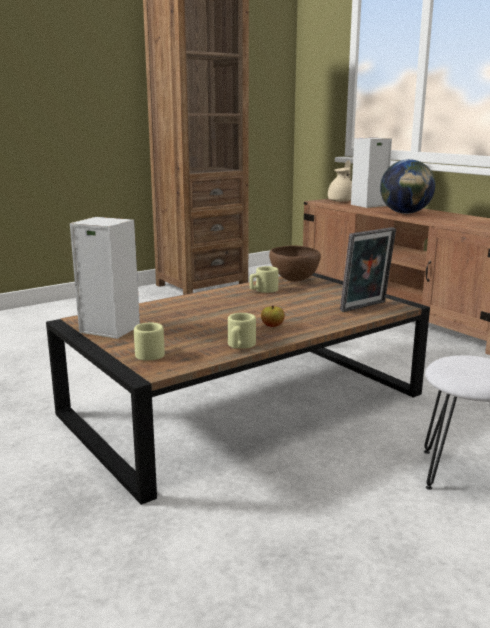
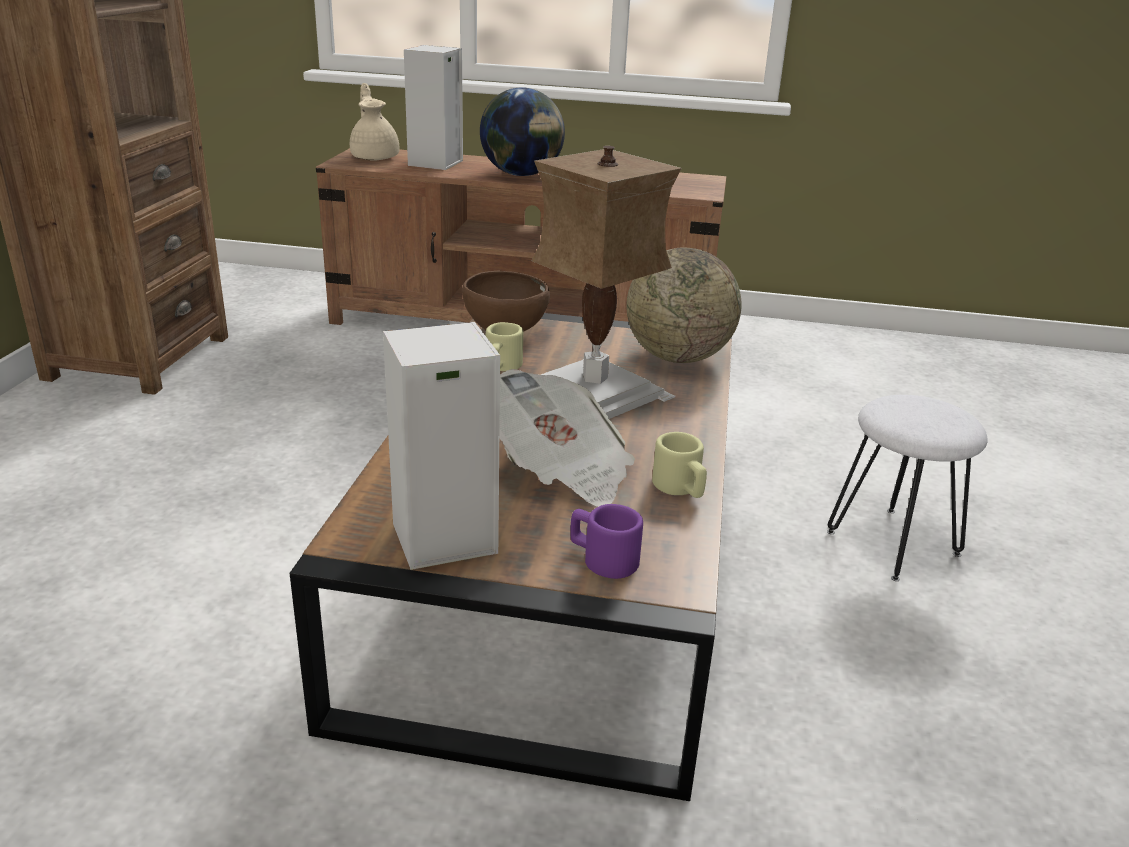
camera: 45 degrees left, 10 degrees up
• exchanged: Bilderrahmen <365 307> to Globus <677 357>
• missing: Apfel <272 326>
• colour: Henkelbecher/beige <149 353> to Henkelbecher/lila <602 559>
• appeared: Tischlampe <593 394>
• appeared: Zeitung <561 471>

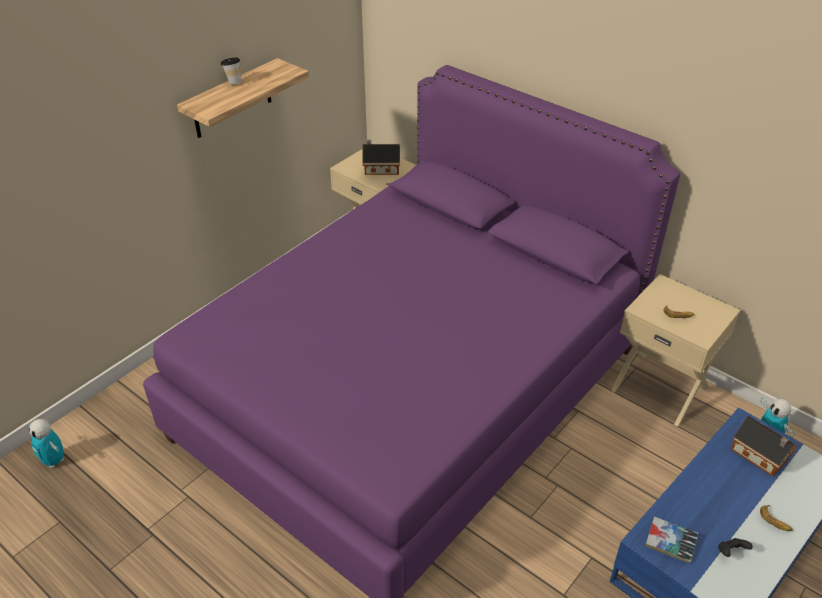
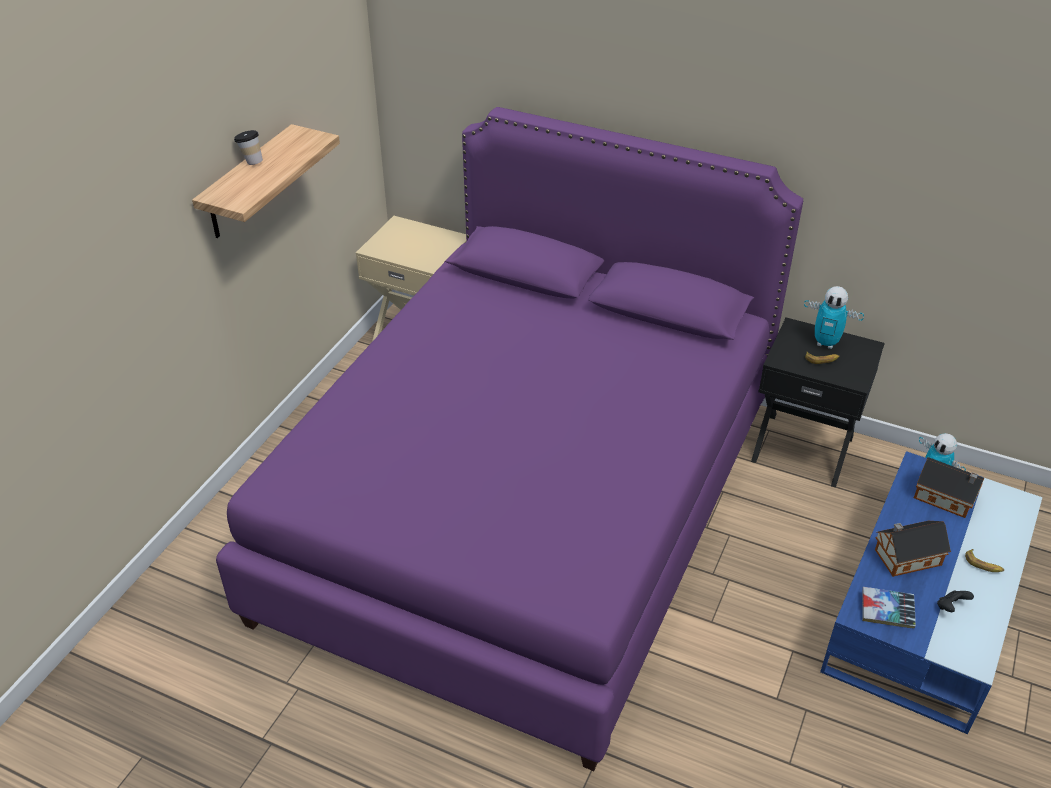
camera: 15 degrees left, 0 degrees up
• relocated: Spielzeughaus <380 168> to <905 557>
• colour: Nachttisch/beige <660 388> to Nachttisch/schwarz <803 447>
• relocated: Spielzeugroboter <54 461> to <826 343>

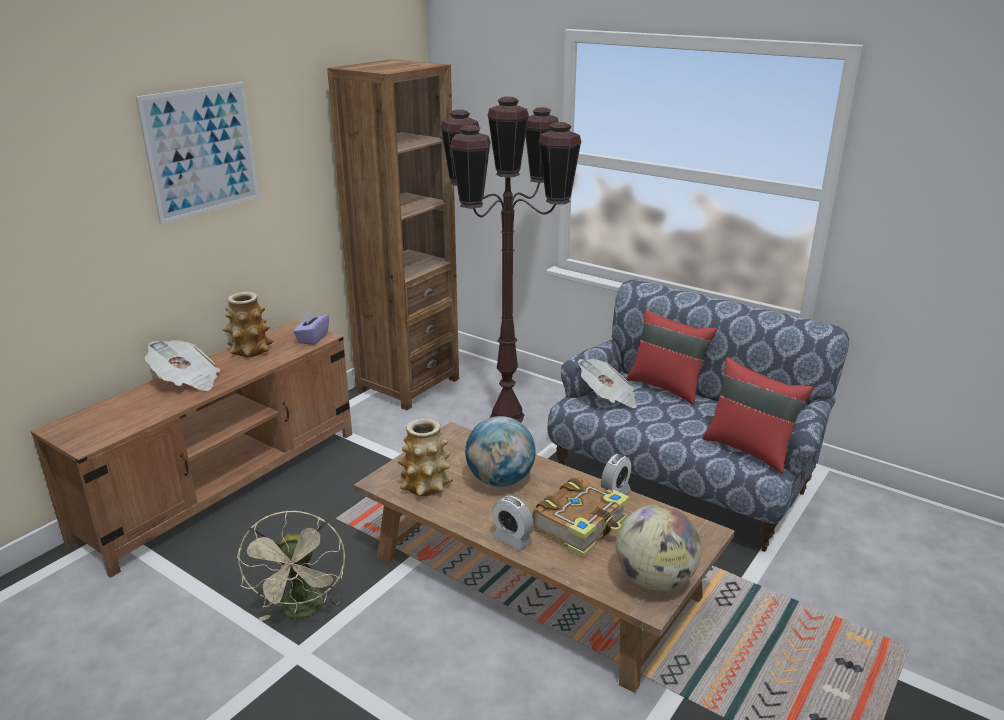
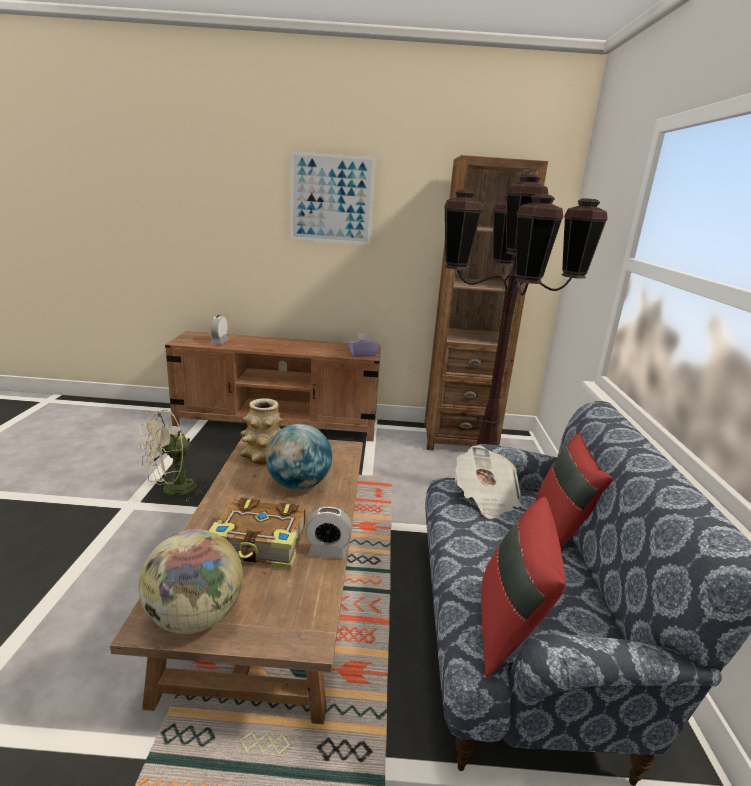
camera: 55 degrees right, 5 degrees down
• missing: Vase <250 350>
• missing: Zeitung <187 381>
• relocated: Wecker <512 539> to <219 342>

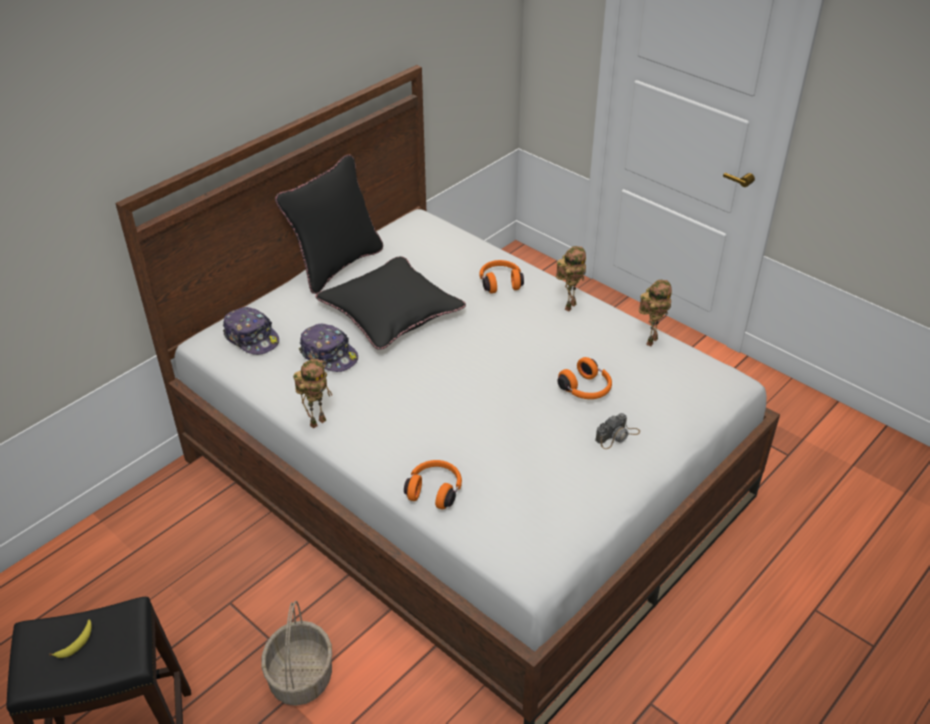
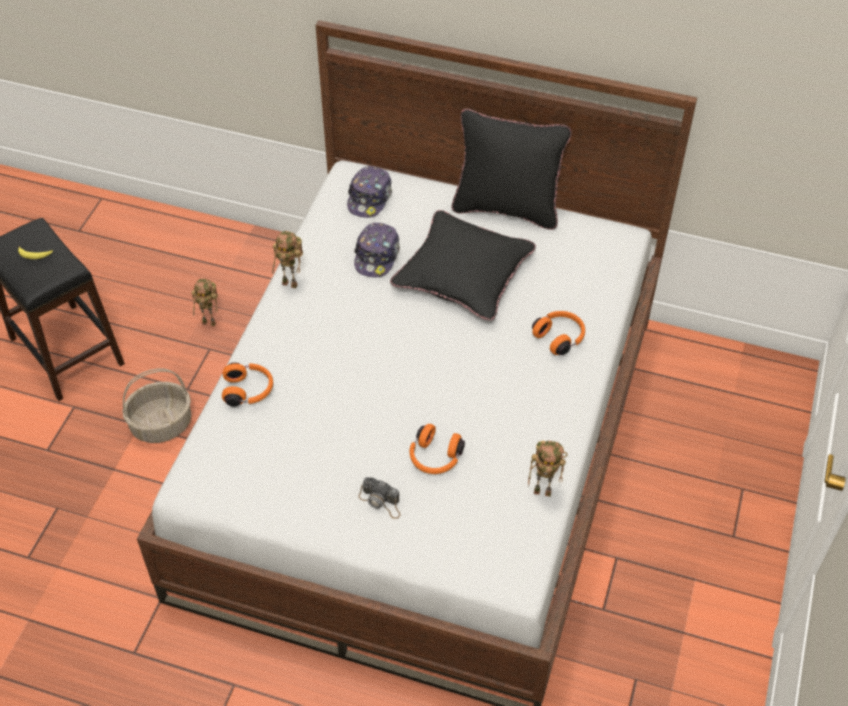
camera: 65 degrees right, 10 degrees up
• relocated: Spielzeugroboter <569 305> to <210 322>

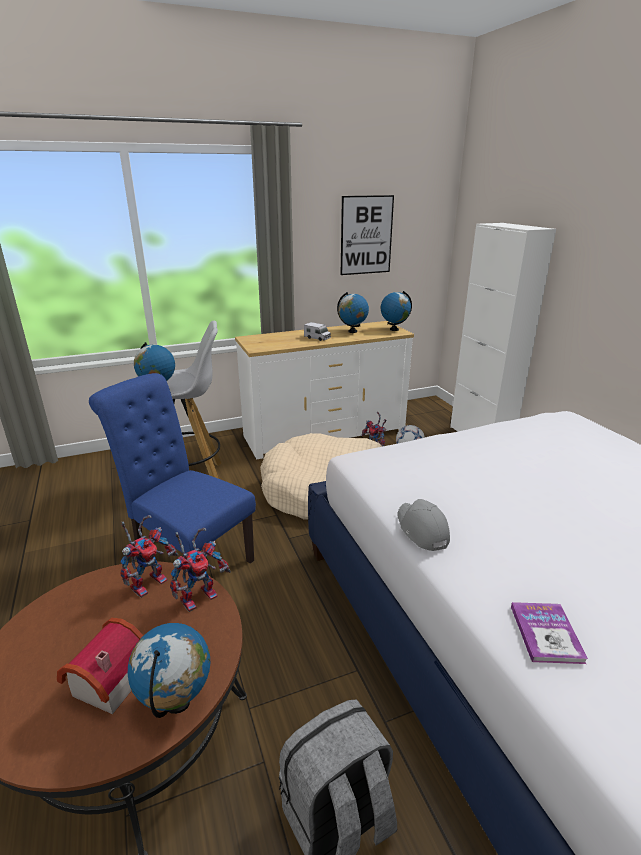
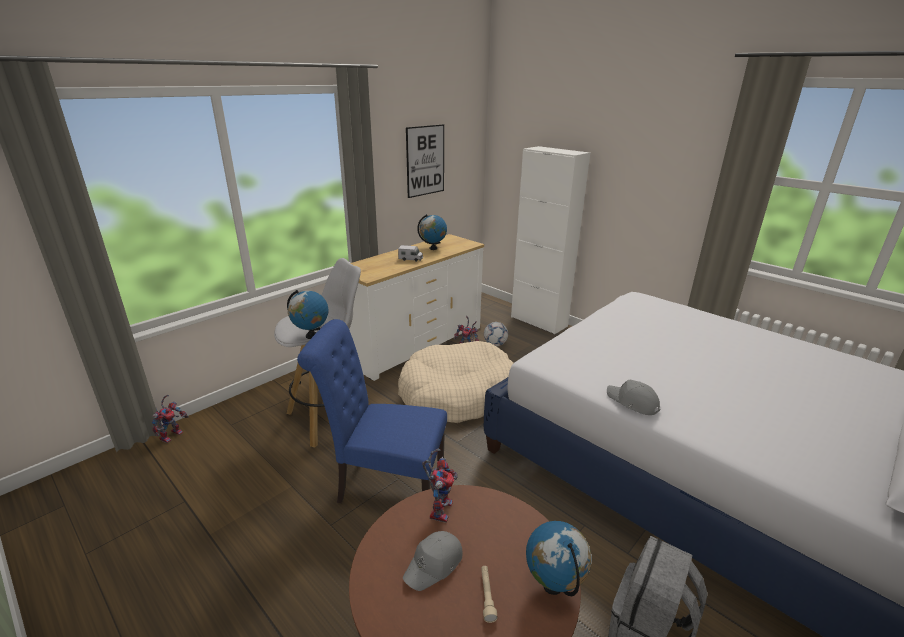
camera: 25 degrees left, 0 degrees up
• missing: Globus <394 329>
• relocated: Spielzeugroboter <200 595> to <172 434>
• missing: Buch <546 633>
• exchanged: Spielzeughaus <105 683> to Taschenlampe/beige <487 596>
• appeared: Kappe/grau <434 564>

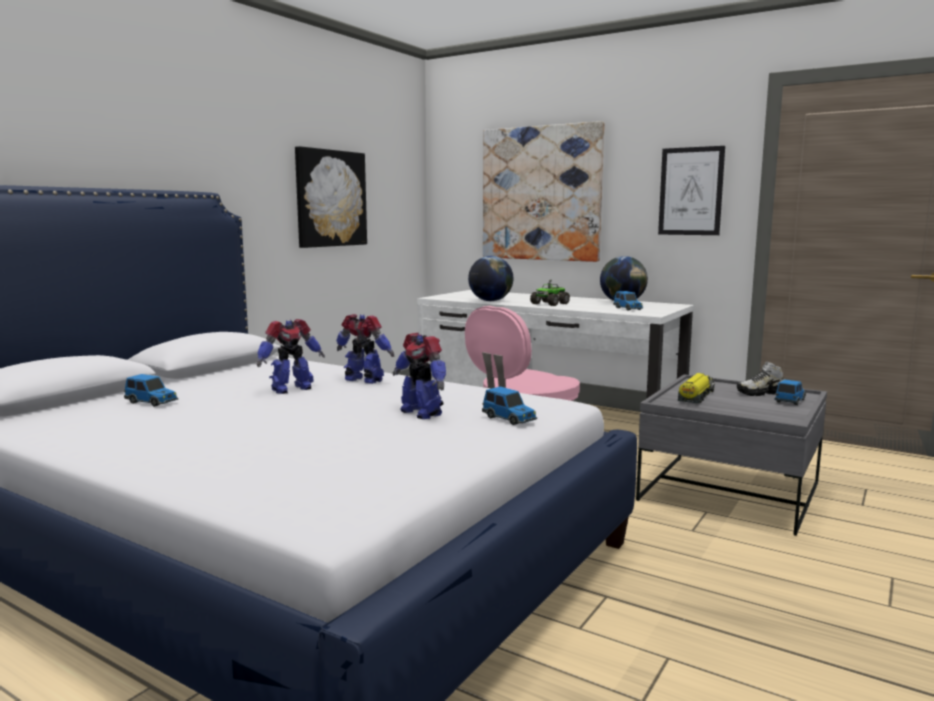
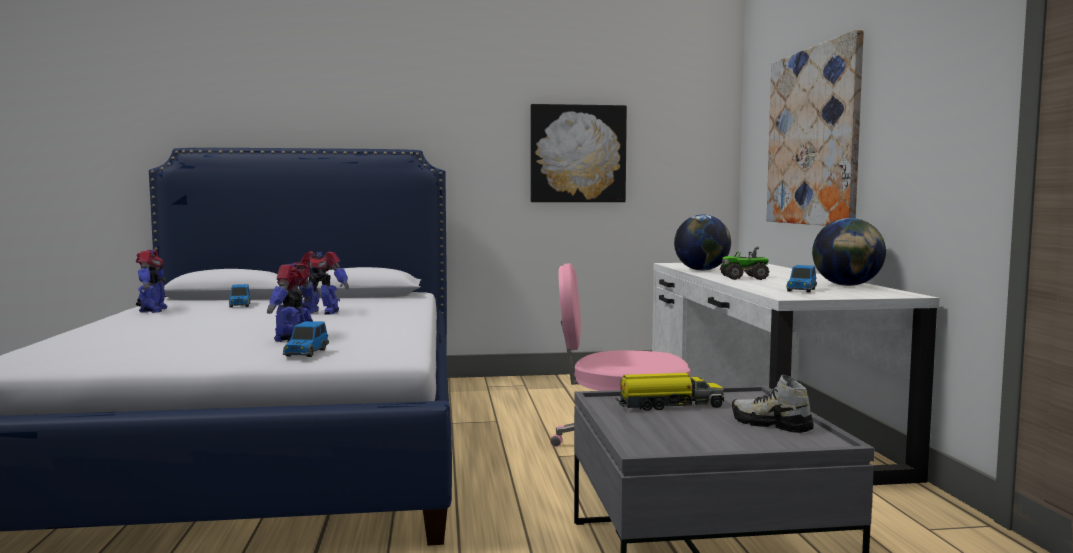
camera: 50 degrees right, 5 degrees down
• missing: Bild <690 191>
• relocated: Spielzeugroboter <363 381> to <152 310>
• missing: Spielzeugauto <790 401>

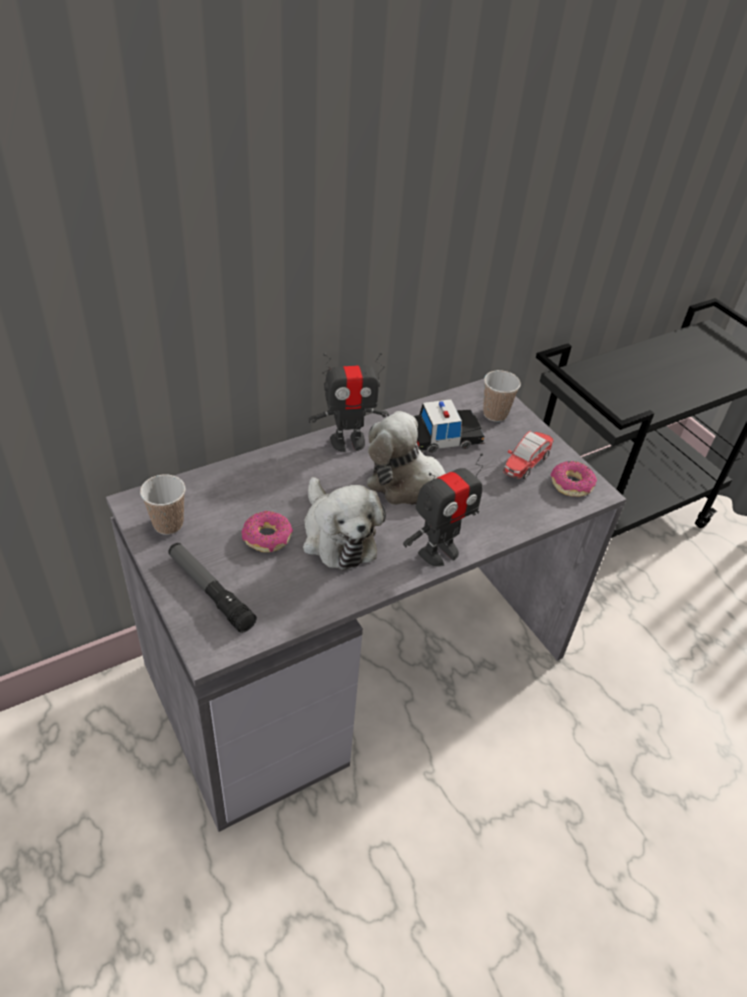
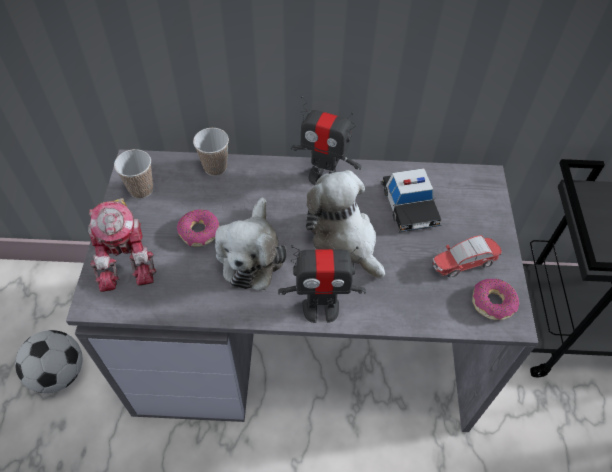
camera: 35 degrees right, 10 degrees up
• relocated: Tasse <495 414> to <215 167>
• spun: Spielzeugauto <444 436> = <409 205> 60 degrees clockwise
• exchanged: Taschenlampe <210 591> to Spielzeugroboter <128 256>
• appeared: Fußball <59 373>

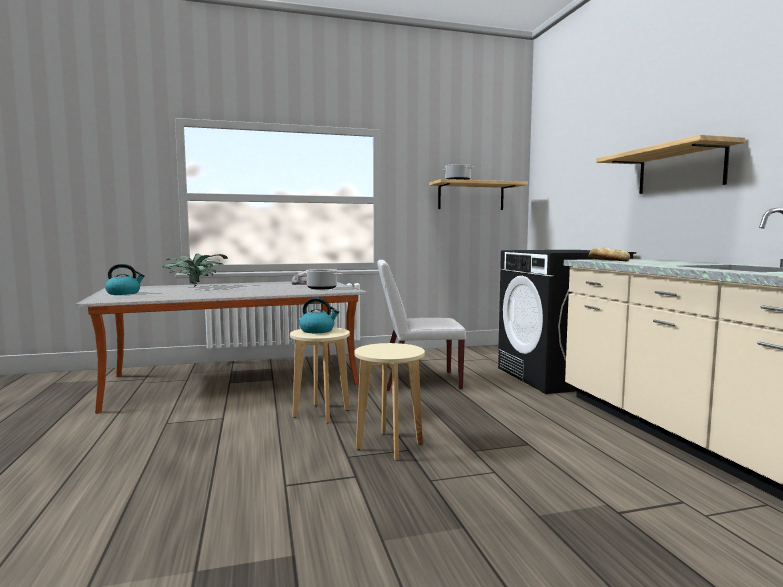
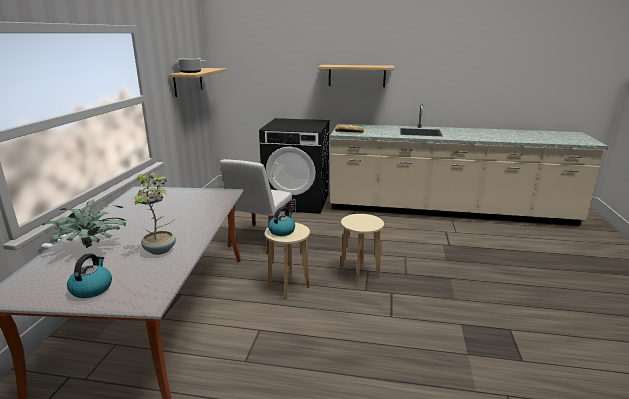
camera: 65 degrees left, 15 degrees up
• missing: Kochtopf <322 288>
• appeared: Topfpflanze <161 250>

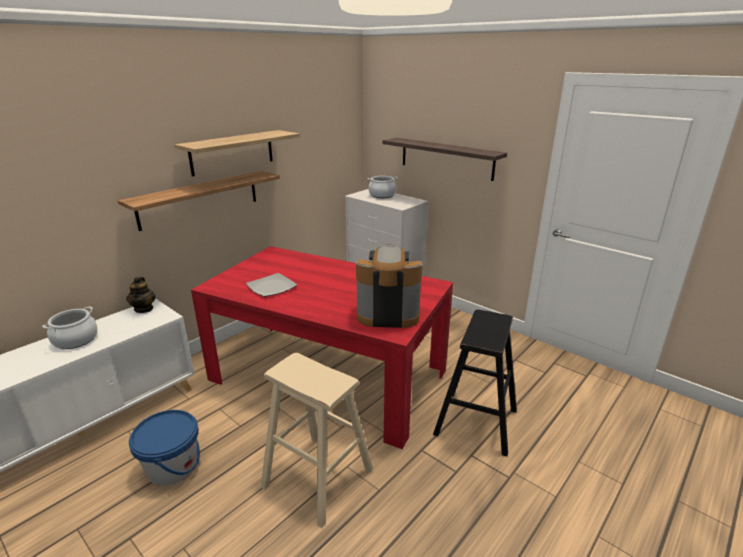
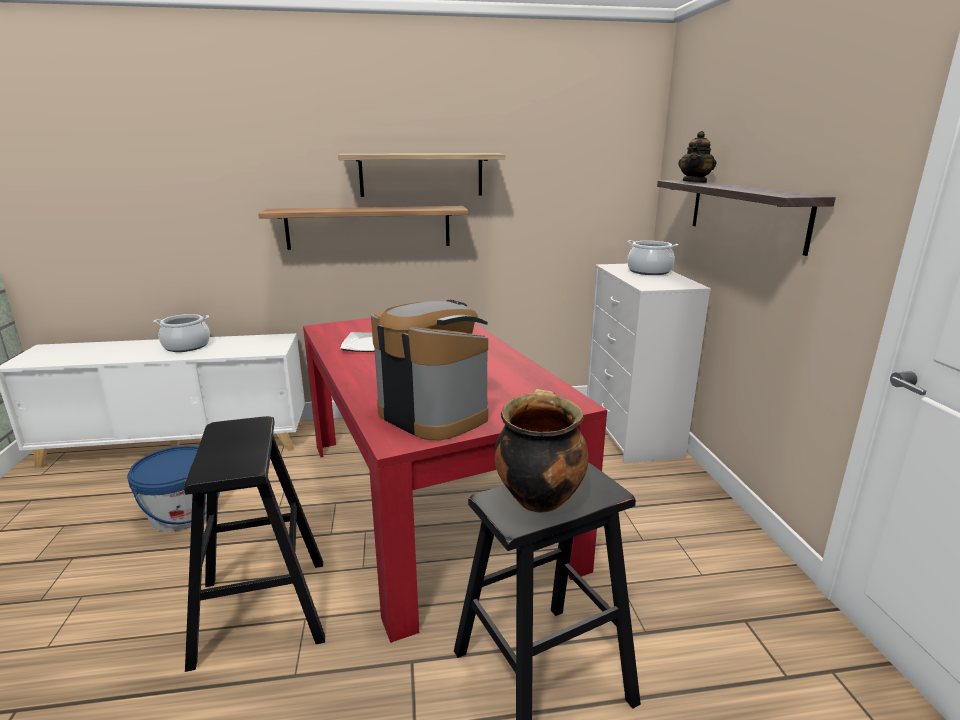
camera: 40 degrees right, 5 degrees down
• relocated: Teekanne <144 309> to <695 182>
• colour: Hocker/beige <317 477> to Hocker/schwarz <262 610>
• appeared: Kochtopf <538 497>

